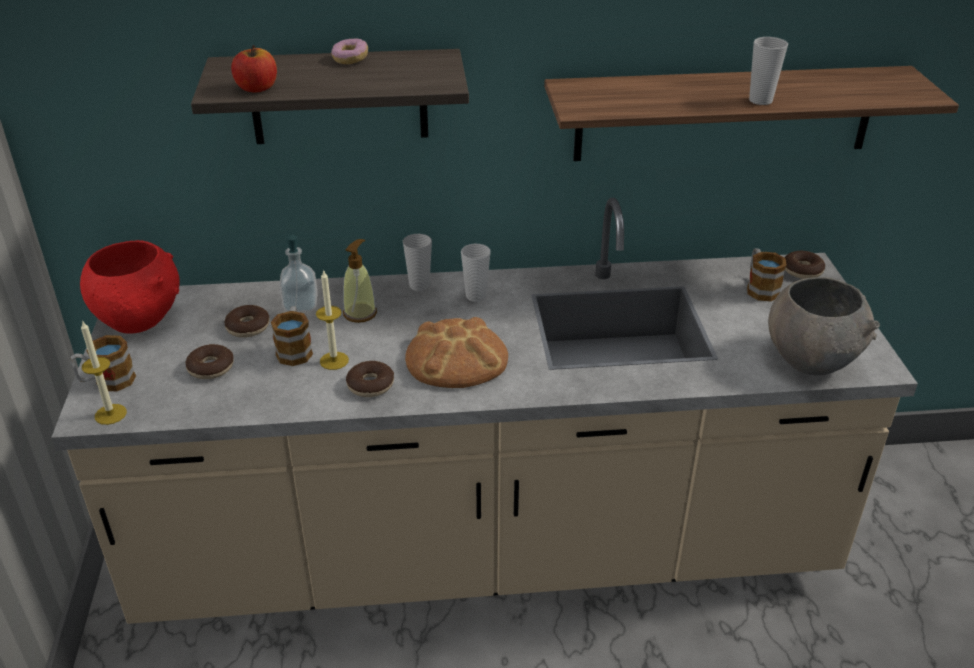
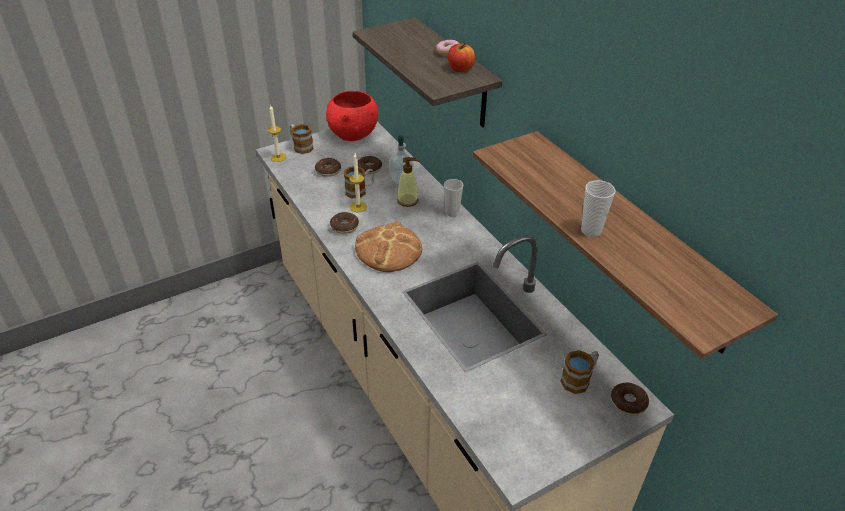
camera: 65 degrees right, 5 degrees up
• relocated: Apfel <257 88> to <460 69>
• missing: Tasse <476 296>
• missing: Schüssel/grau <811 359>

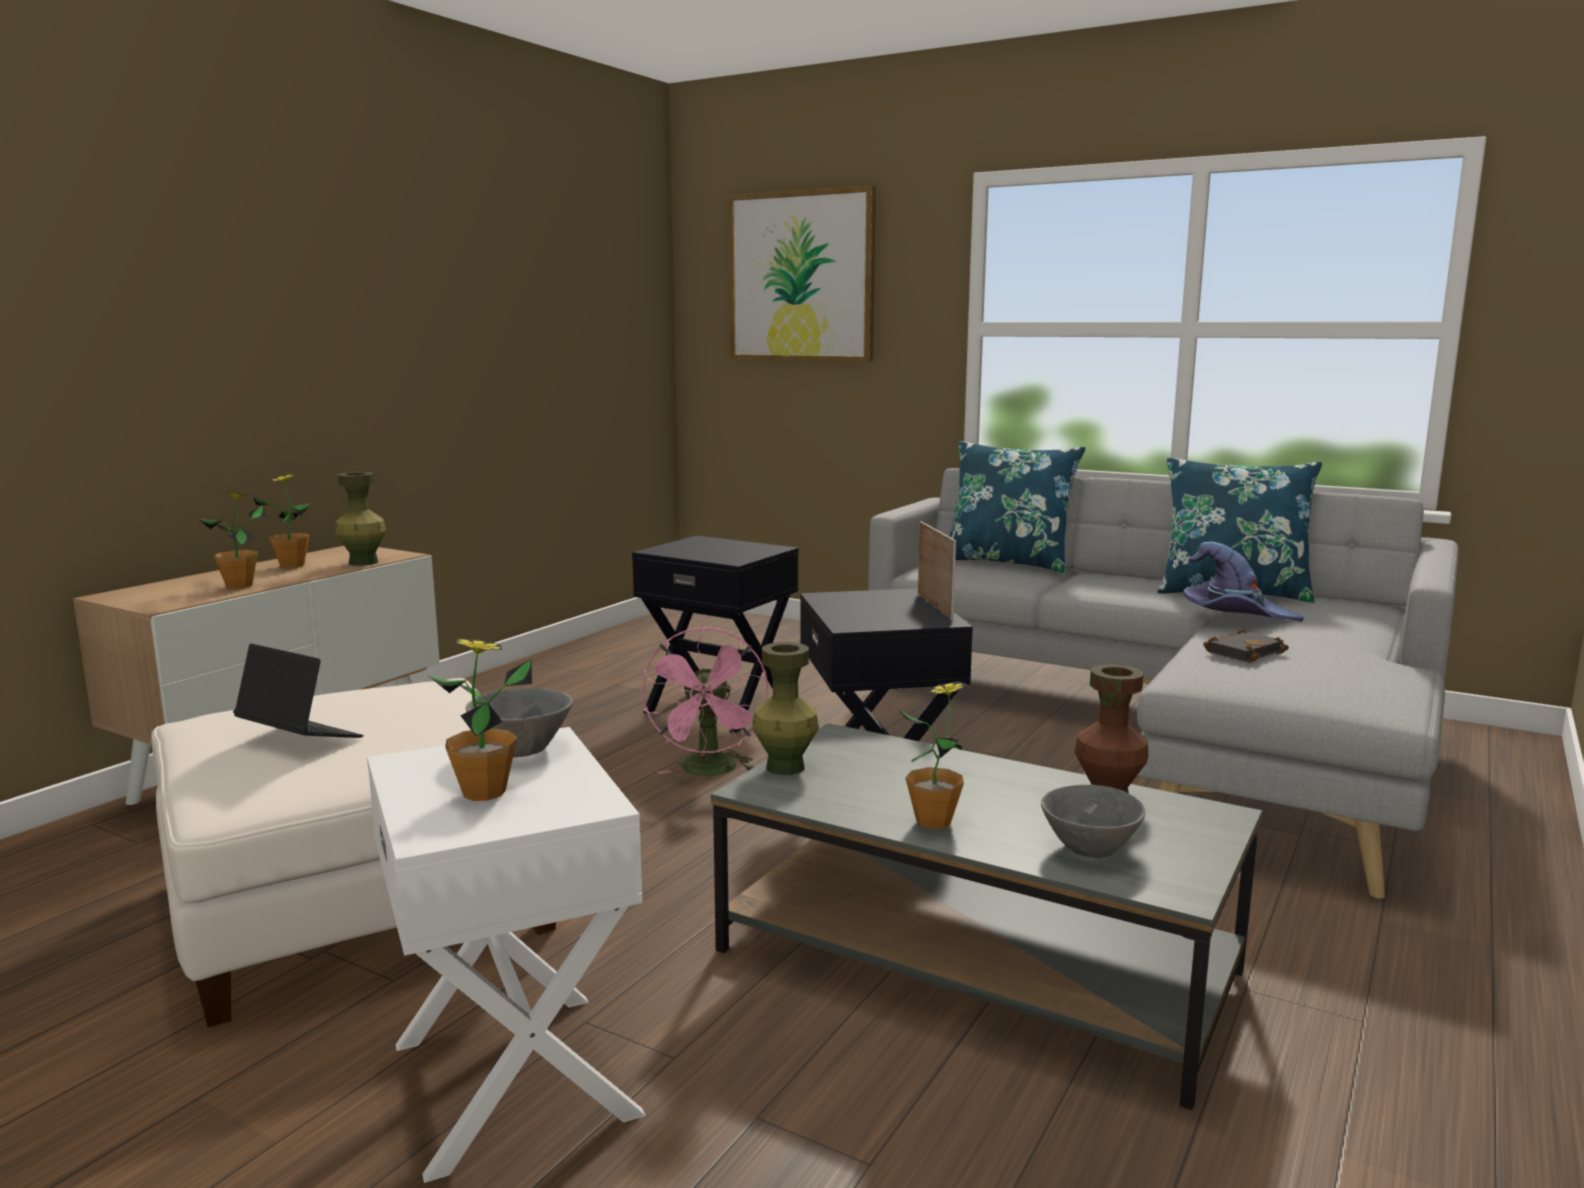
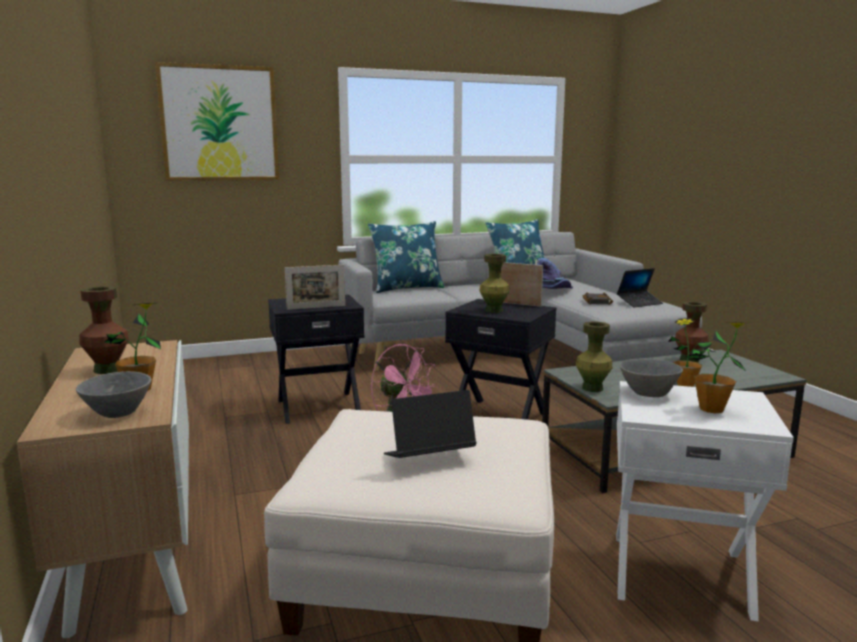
camera: 50 degrees left, 0 degrees up
• relocated: Vase/grün <363 562> to <494 310>
• exchanged: Topfpflanze <292 565> to Vase/braun <108 370>
• relocated: Schüssel/grau <1087 848> to <115 413>
• appeared: Bilderrahmen <316 307>
• appeared: Laptop <639 303>

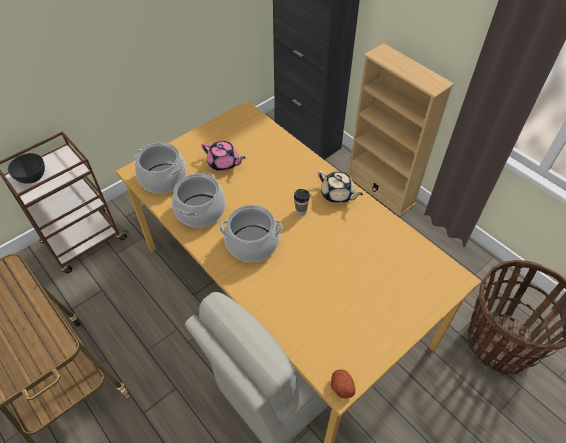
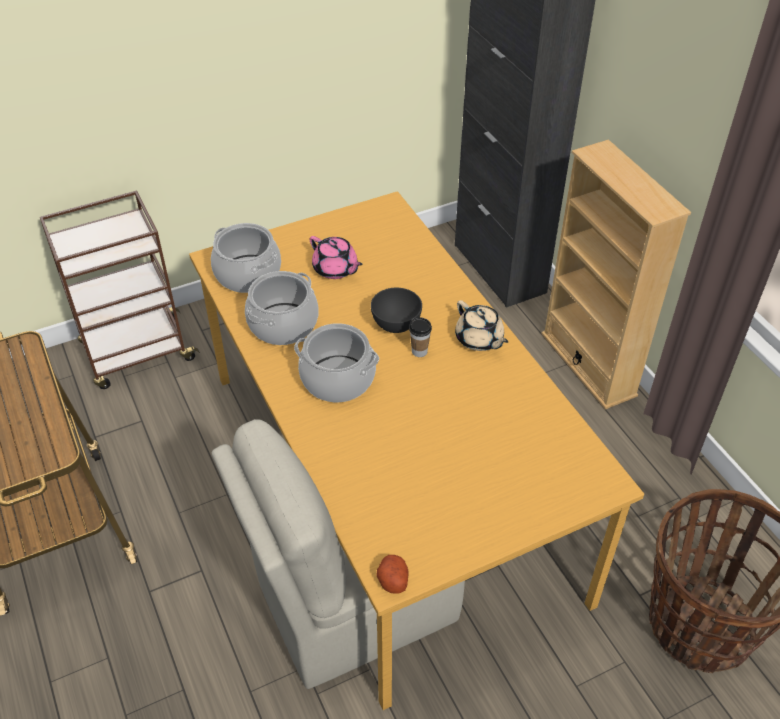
camera: 15 degrees right, 5 degrees down
• relocated: Schüssel/grau <32 177> to <396 325>

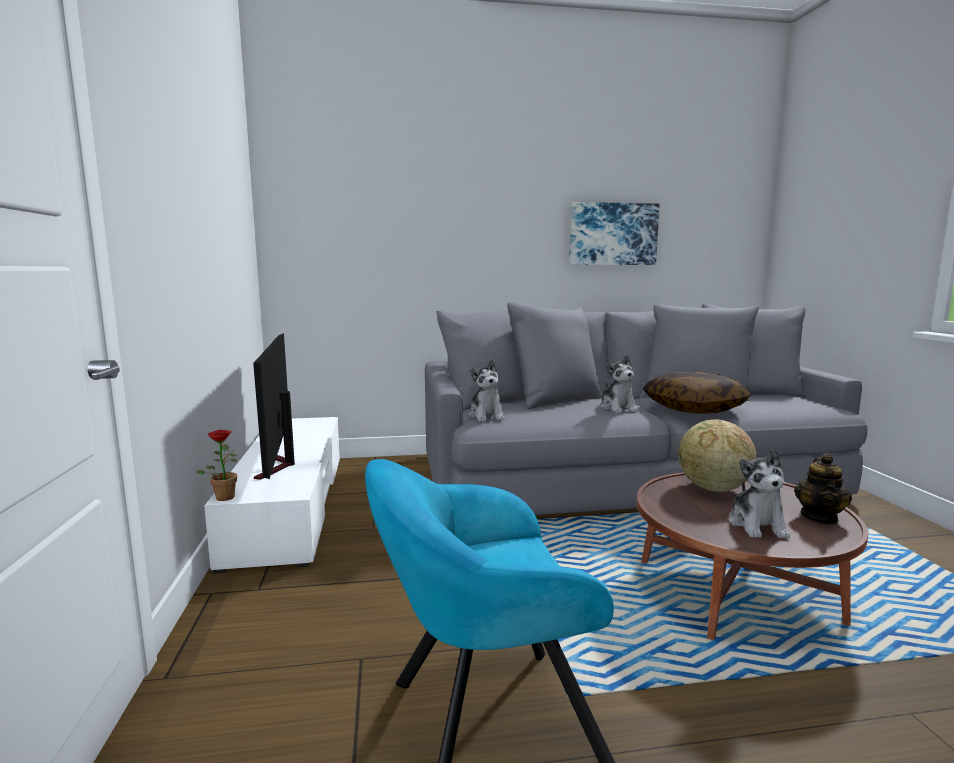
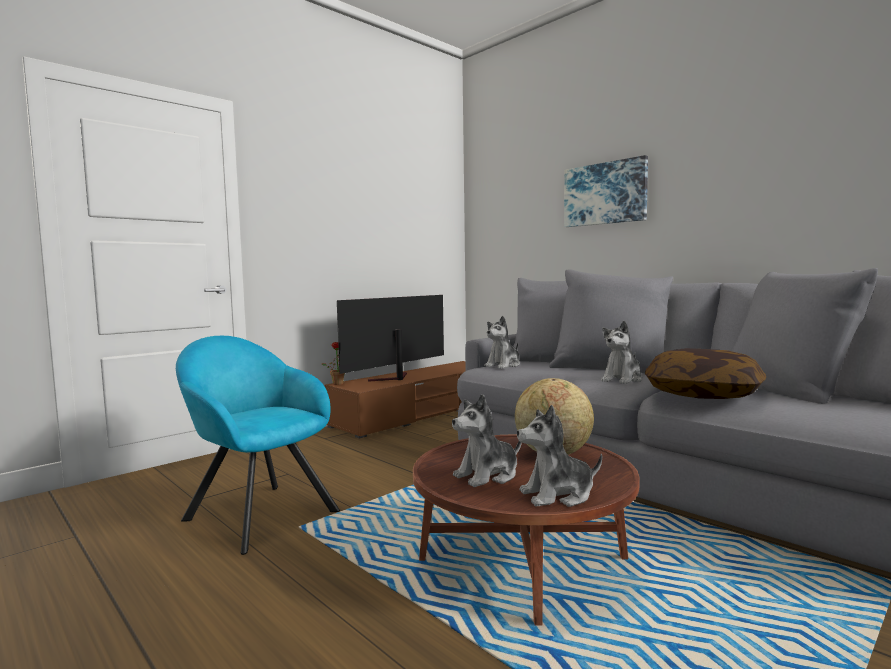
camera: 55 degrees right, 5 degrees down
• relocated: Bild <612 234> to <605 194>
• colour: Fernsehschrank/weiß <290 505> to Fernsehschrank/braun <419 414>
• exchanged: Teekanne <820 517> to Plüschtier <558 495>

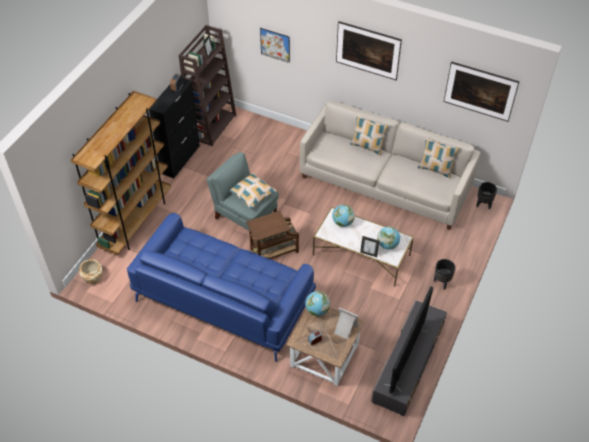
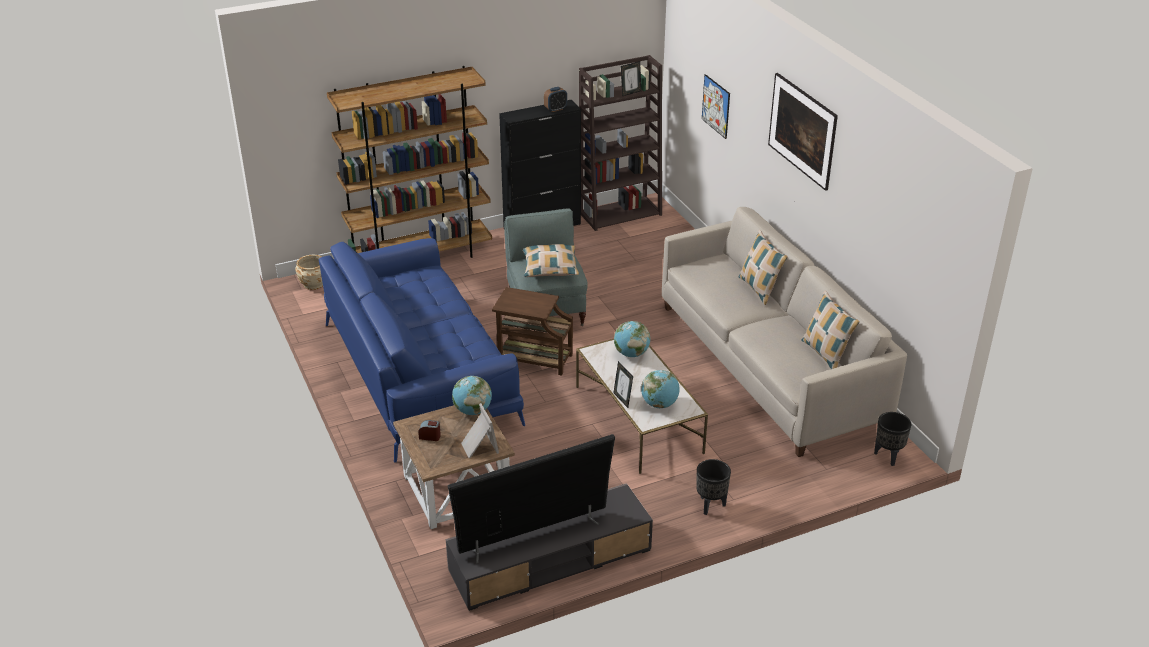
camera: 40 degrees right, 15 degrees down
• missing: Bild <478 101>

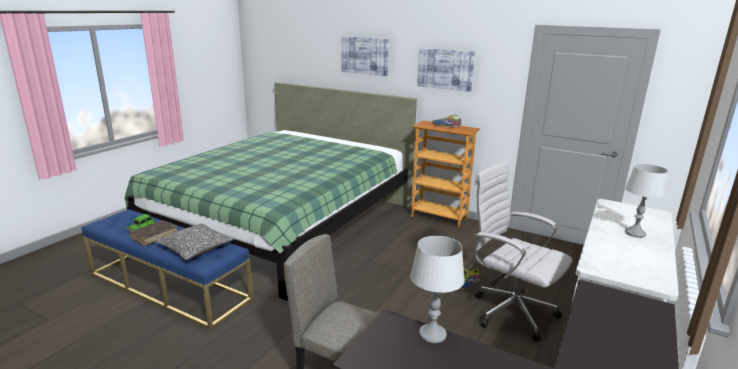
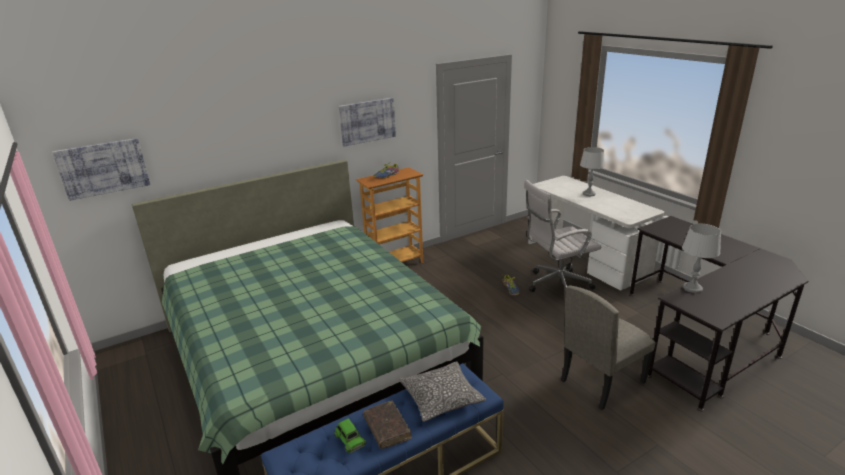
camera: 60 degrees left, 5 degrees up
• relocated: Bild <364 55> to <103 168>

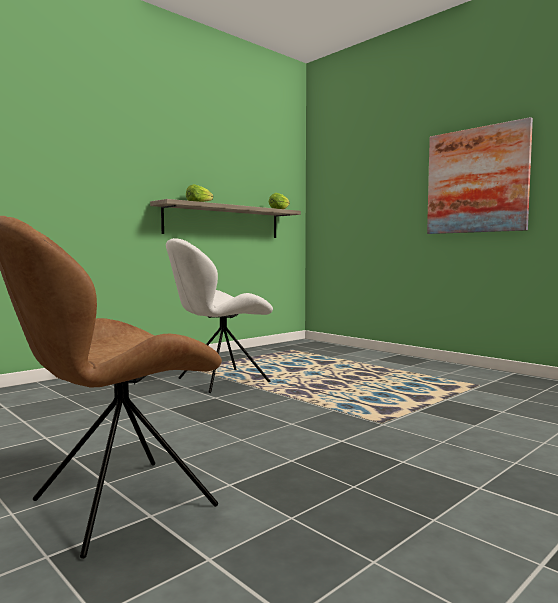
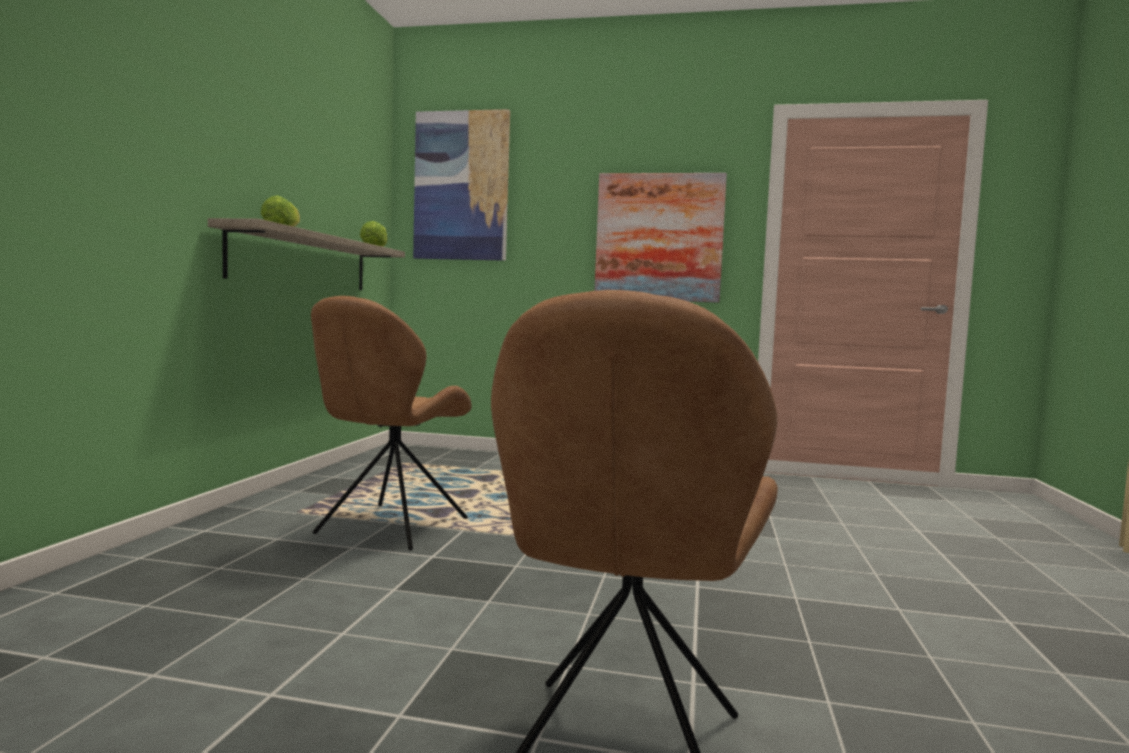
camera: 35 degrees left, 0 degrees up
• colour: Stuhl/weiß <220 381> to Stuhl/braun <389 528>
• appeared: Bild <461 186>

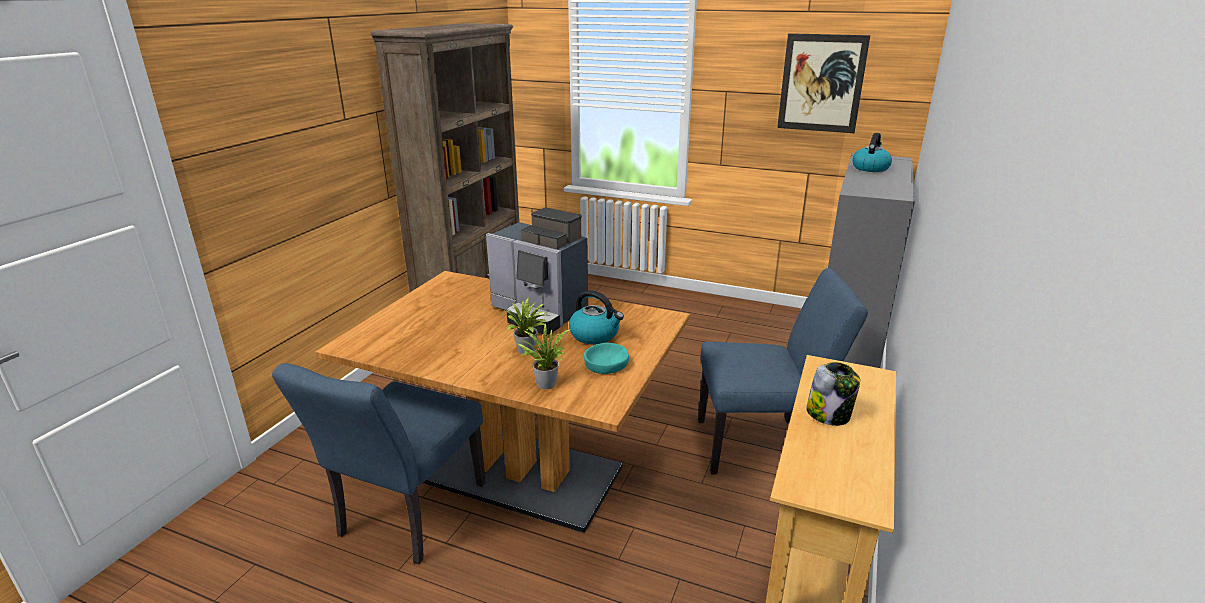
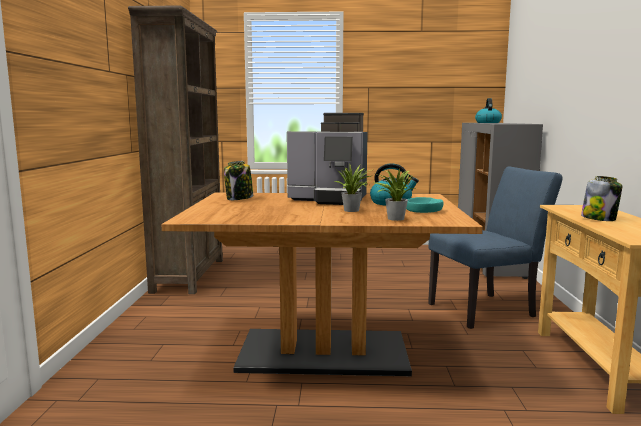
camera: 20 degrees left, 15 degrees down
• missing: Bild <821 83>
• missing: Stuhl/blau <406 518>
• appeared: Vorratsglas <239 198>

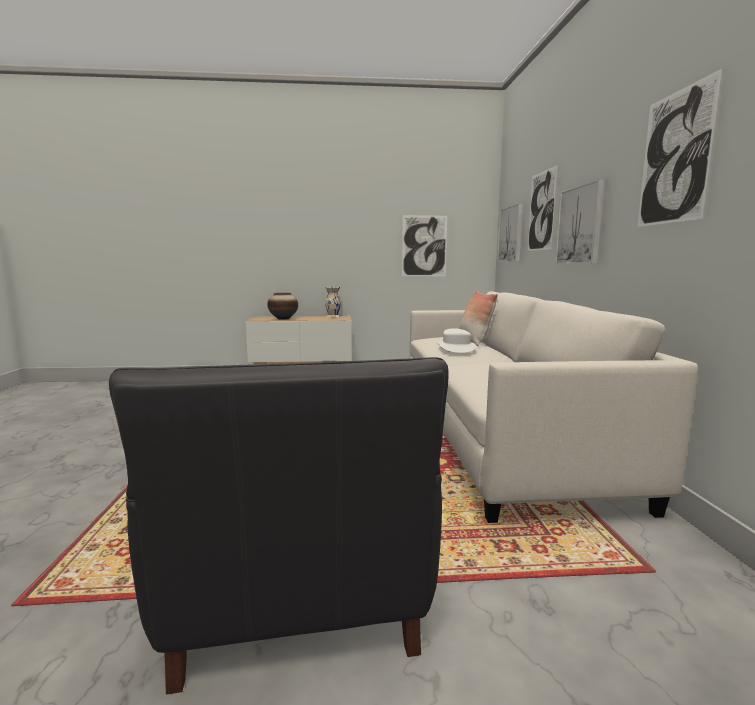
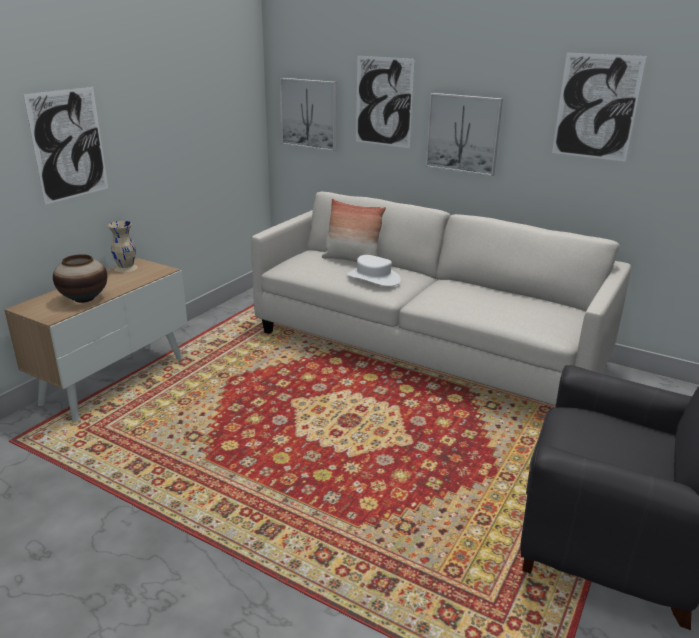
camera: 55 degrees left, 15 degrees up
• relocated: Bild <424 246> to <69 145>

